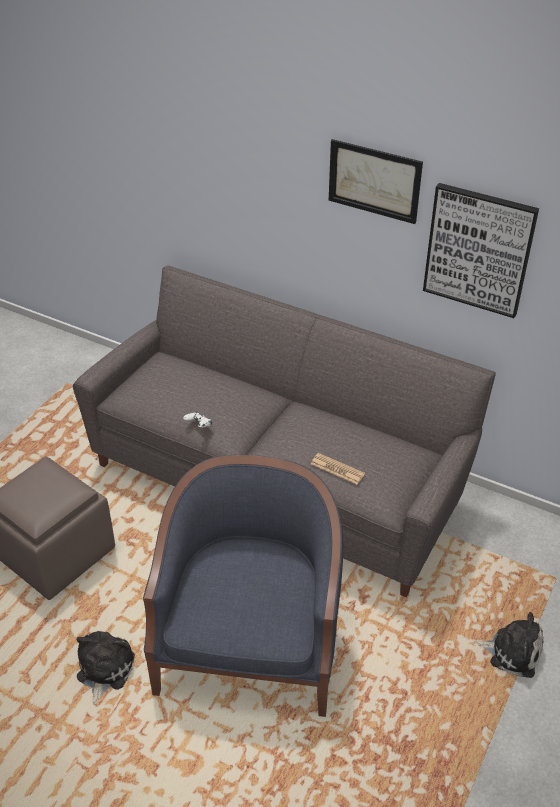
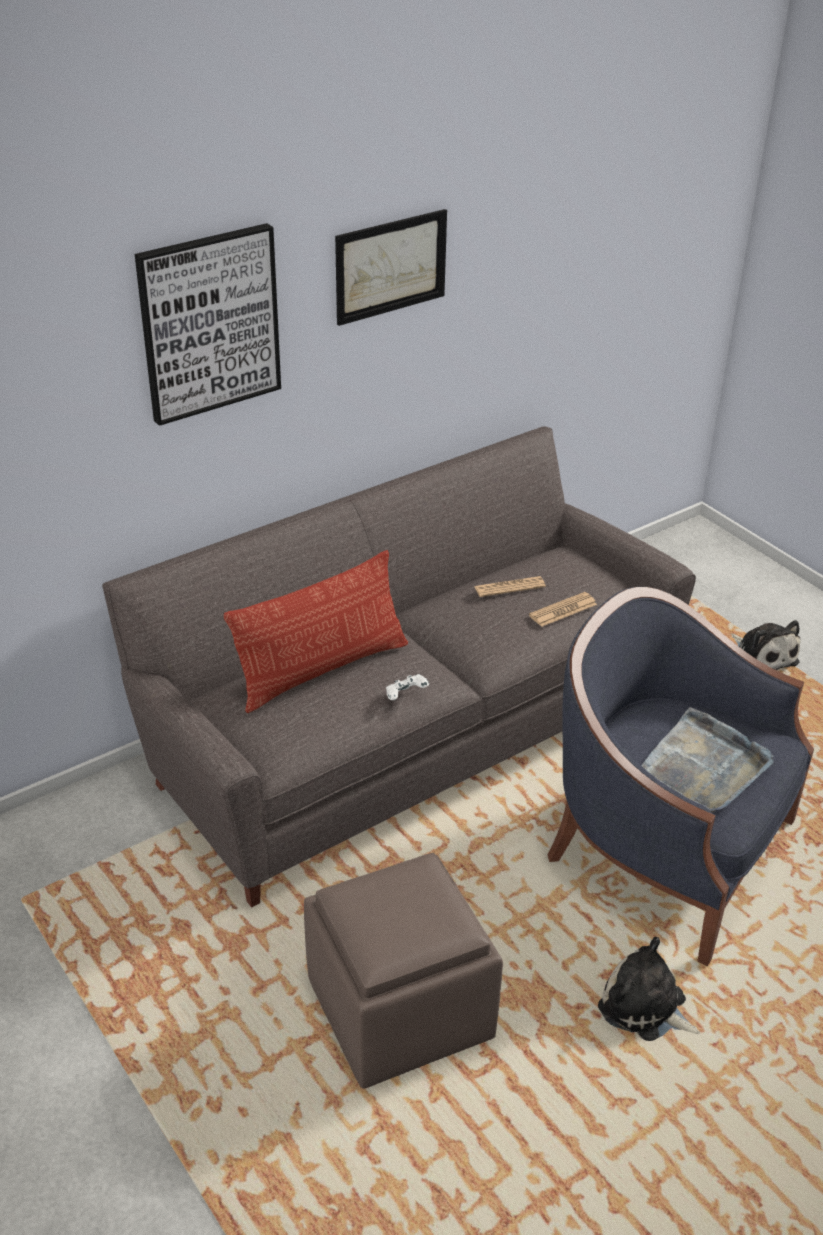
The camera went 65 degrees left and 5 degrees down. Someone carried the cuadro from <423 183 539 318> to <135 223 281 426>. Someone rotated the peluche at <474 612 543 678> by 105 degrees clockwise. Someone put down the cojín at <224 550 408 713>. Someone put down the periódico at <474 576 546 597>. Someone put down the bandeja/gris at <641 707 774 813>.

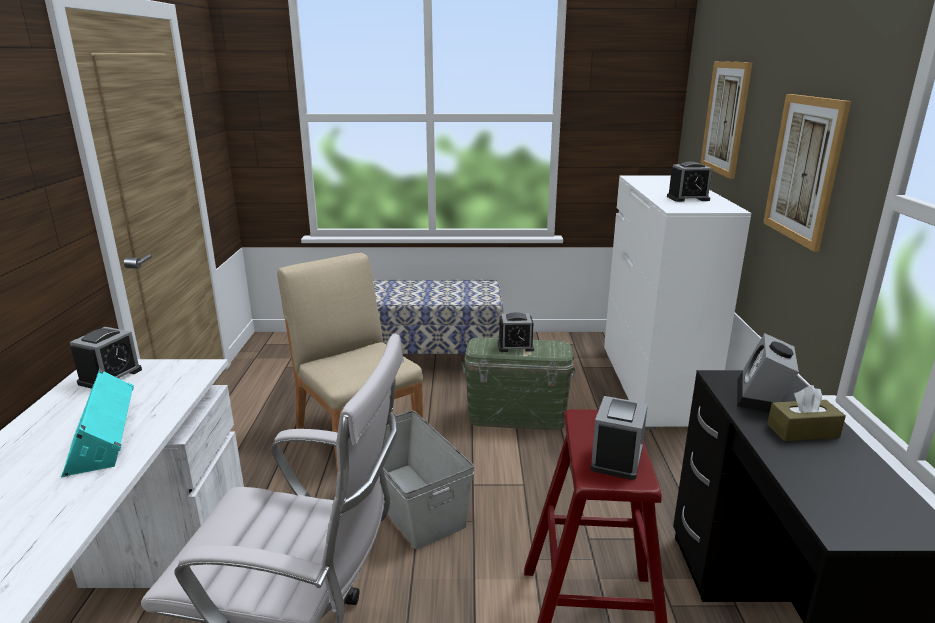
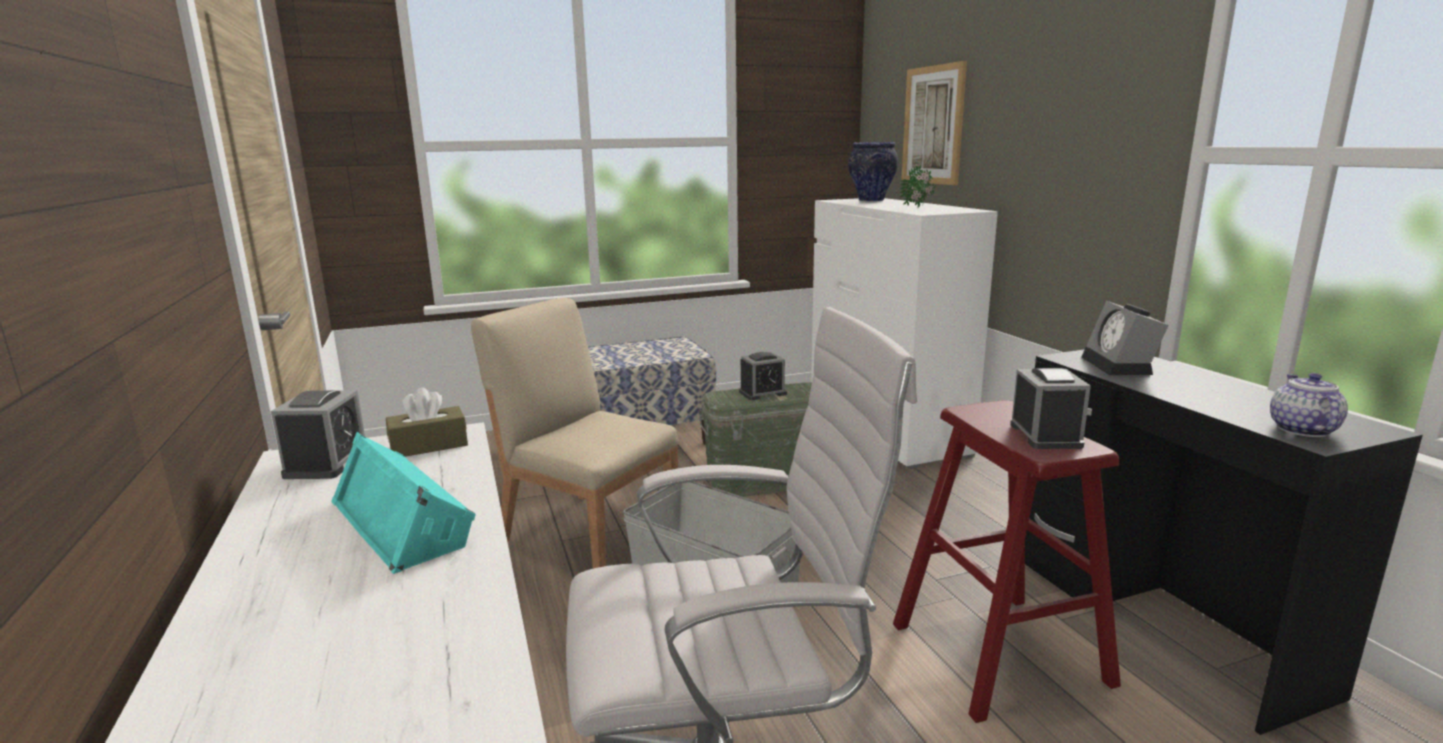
The camera went 20 degrees left and 5 degrees down. Someone swapped the despertador at <667 162 712 202> for the planta en maceta at <900 165 936 208>. Someone took away the cuadro at <763 94 851 252>. Someone carried the caja de pañuelos/marrón from <767 385 846 441> to <386 387 468 457>. Someone put down the florero at <848 142 898 202>. Someone put down the tetera at <1270 373 1348 437>.

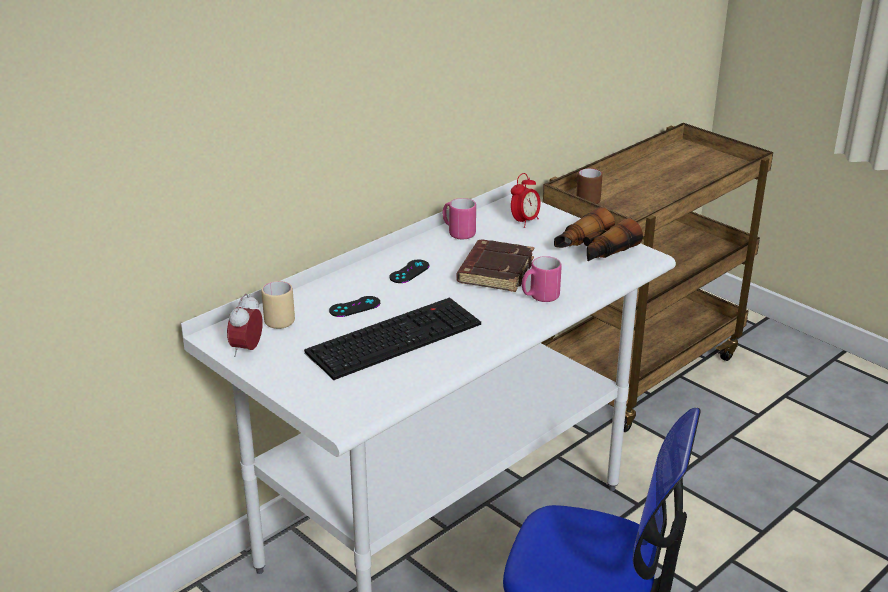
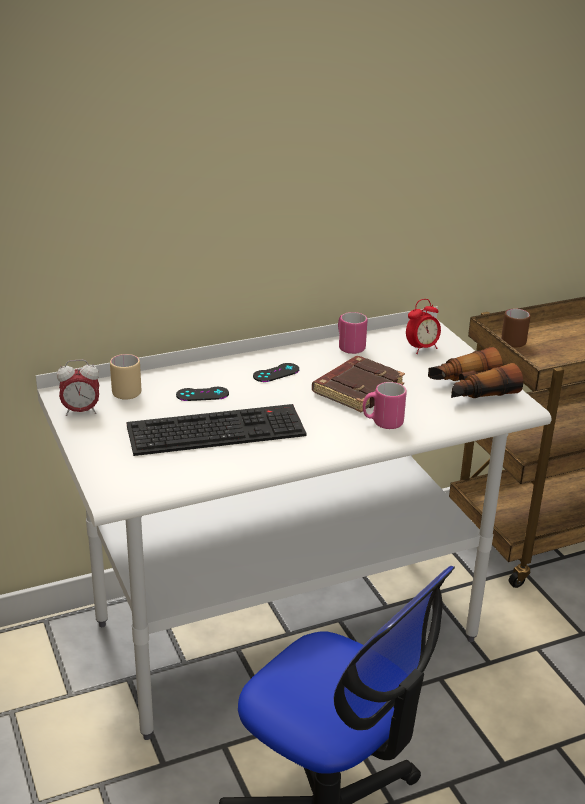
The camera went 20 degrees right and 0 degrees up. Someone rotated the despertador at <227 293 263 357> by 135 degrees counterclockwise.

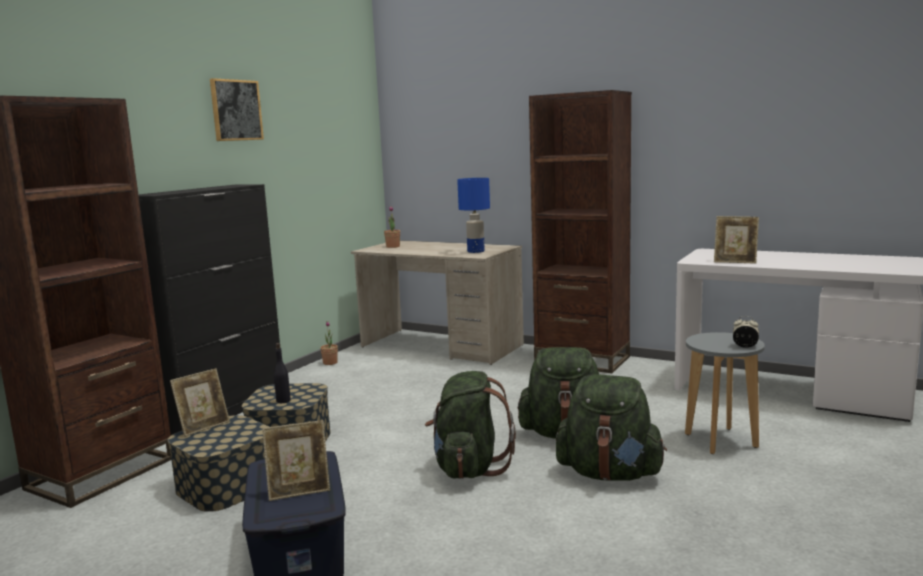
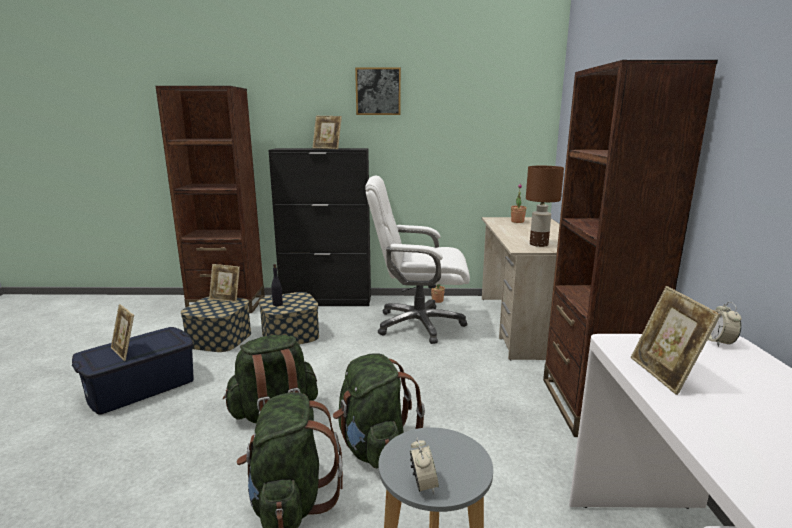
The camera went 60 degrees right and 5 degrees up. Someone repainted the lámpara de mesa/azul at <457 178 490 253>, which became the lámpara de mesa/marrón at <526 166 564 247>. Someone put down the portarretratos at <313 116 342 149>. Someone put down the silla de oficina/blanco at <365 175 470 344>. Someone put down the despertador at <708 302 741 347>.

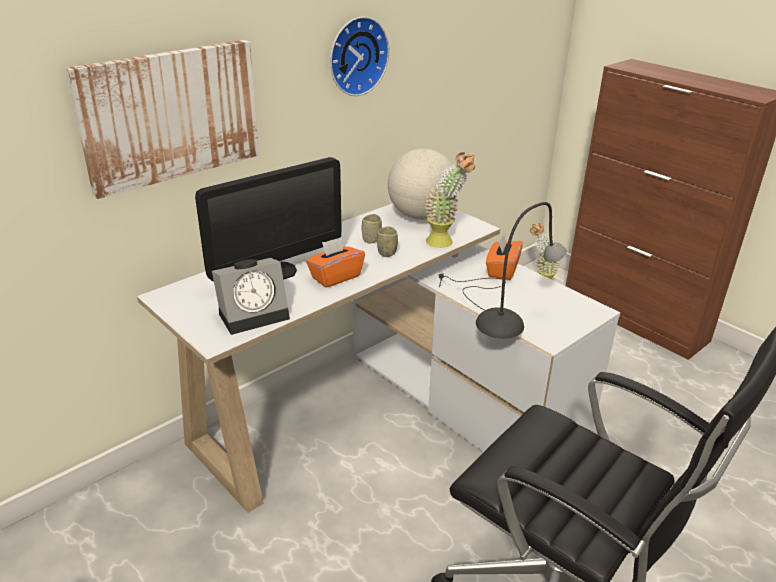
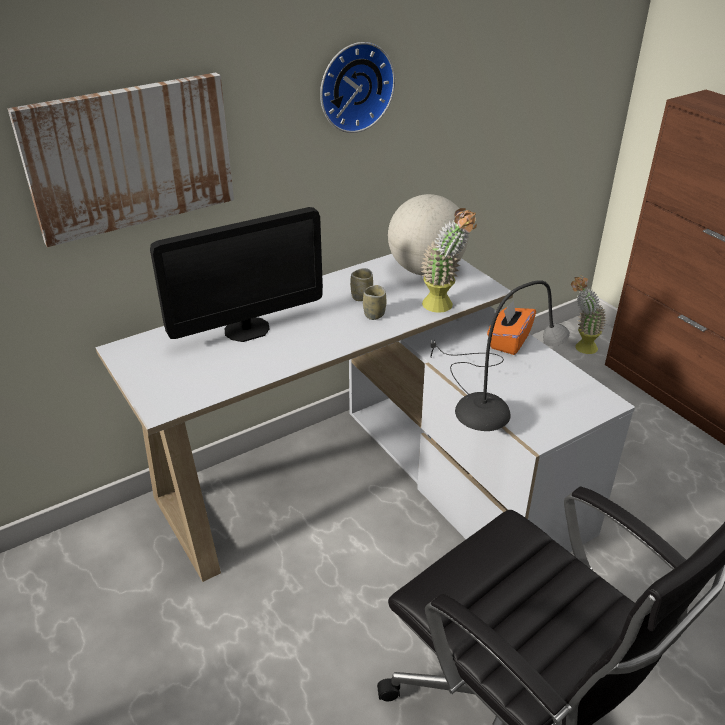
The camera went 10 degrees right and 5 degrees up. Someone took away the despertador at <212 258 290 335>. Someone took away the caja de pañuelos/naranja at <306 237 365 288>.

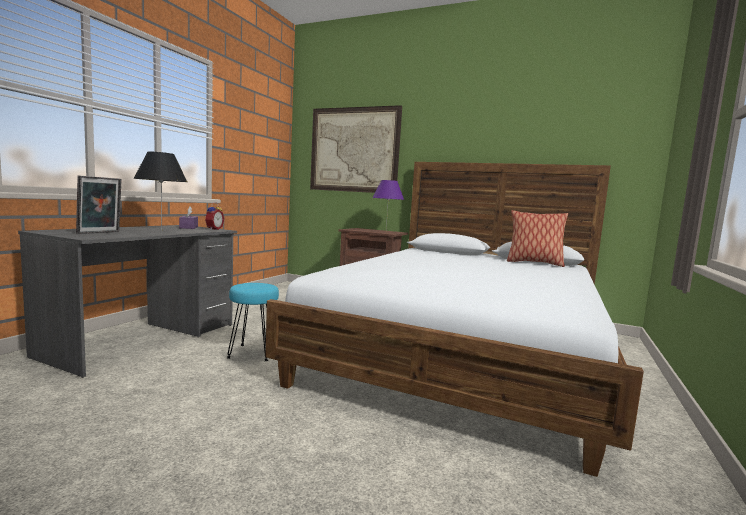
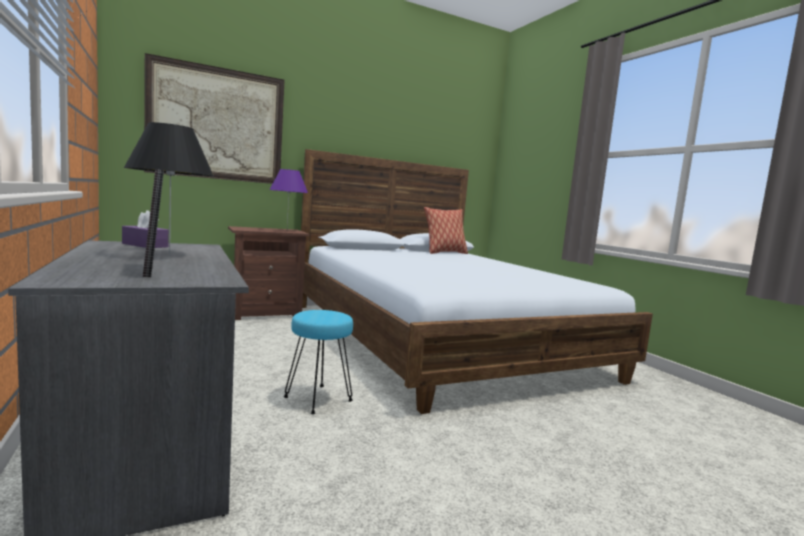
The camera went 50 degrees left and 0 degrees up. Someone took away the despertador at <205 202 224 230>.

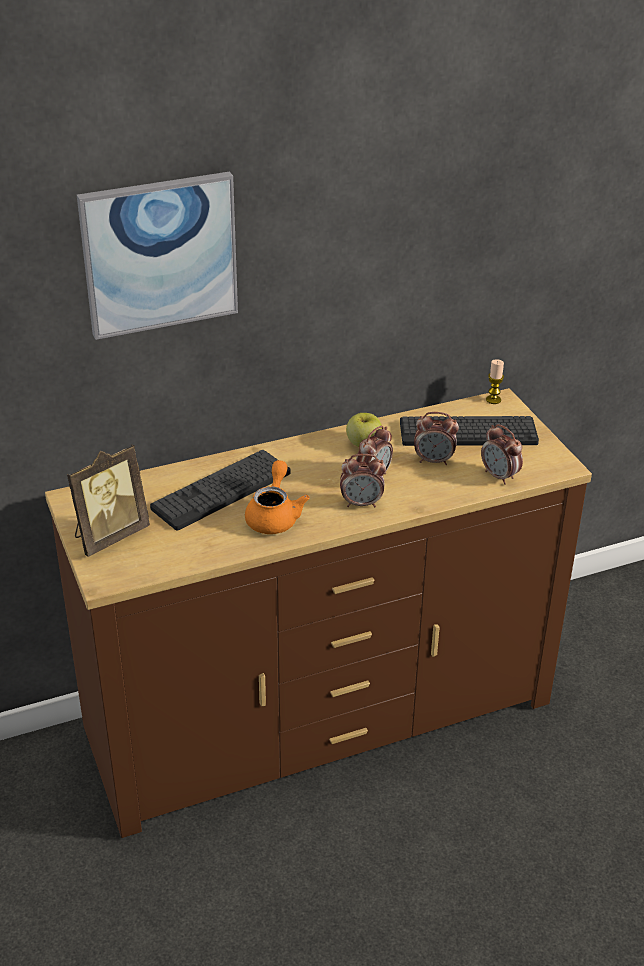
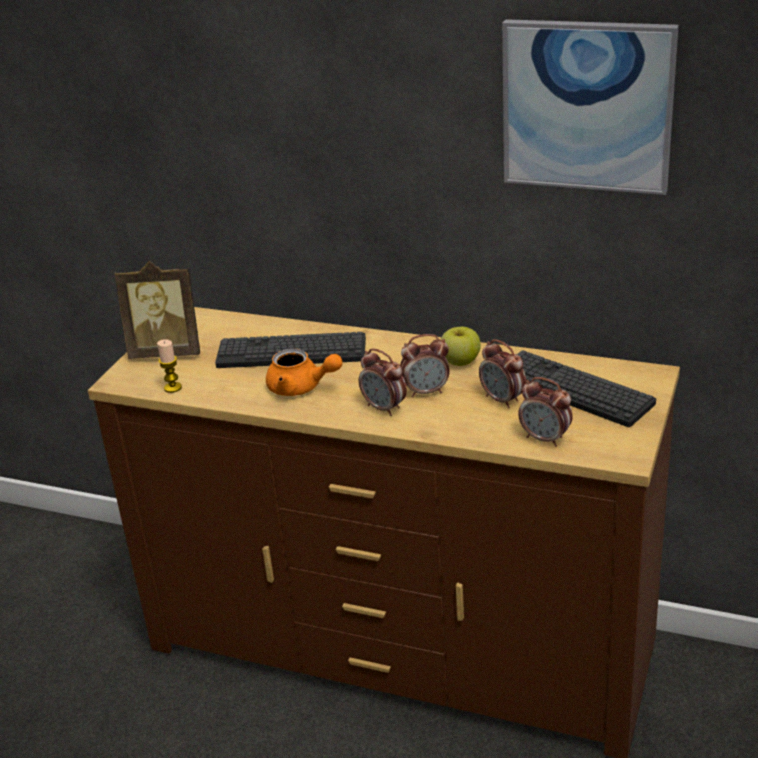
The camera went 45 degrees right and 5 degrees down. Someone carried the cuadro from <77 172 238 340> to <502 19 679 195>. Someone rotated the tetera/naranja at <245 460 310 534> by 60 degrees clockwise. Someone rotated the despertador at <481 424 523 485> by 60 degrees counterclockwise. Someone carried the vela from <486 359 504 404> to <157 339 182 393>.

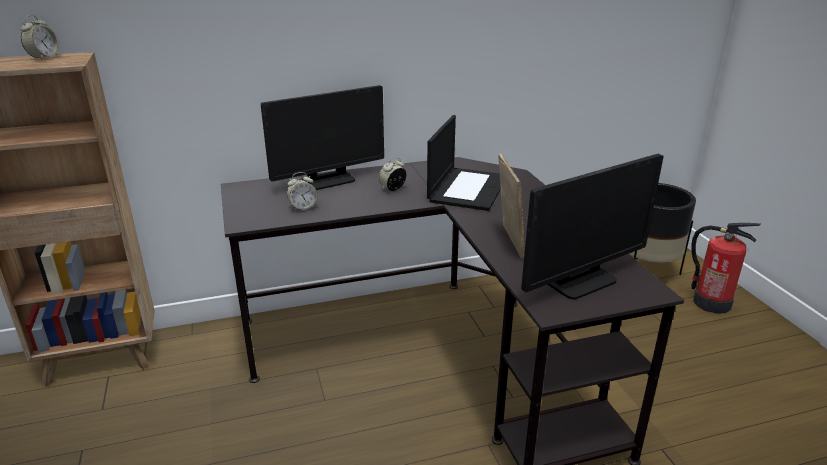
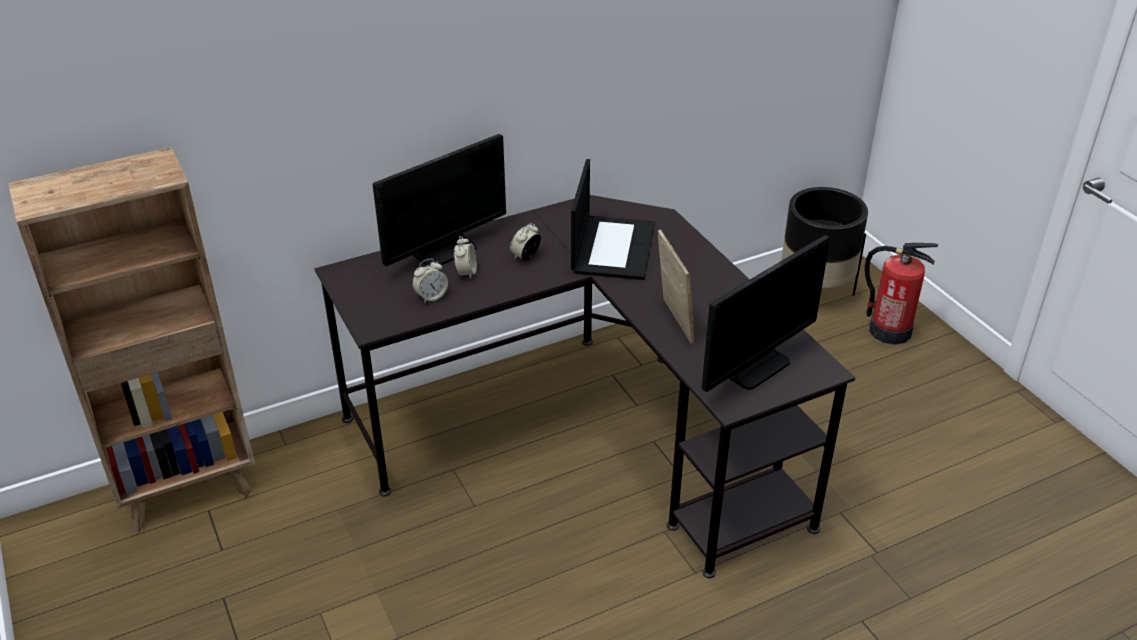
The camera went 10 degrees left and 10 degrees up. Someone carried the despertador from <21 15 59 60> to <454 236 477 279>.

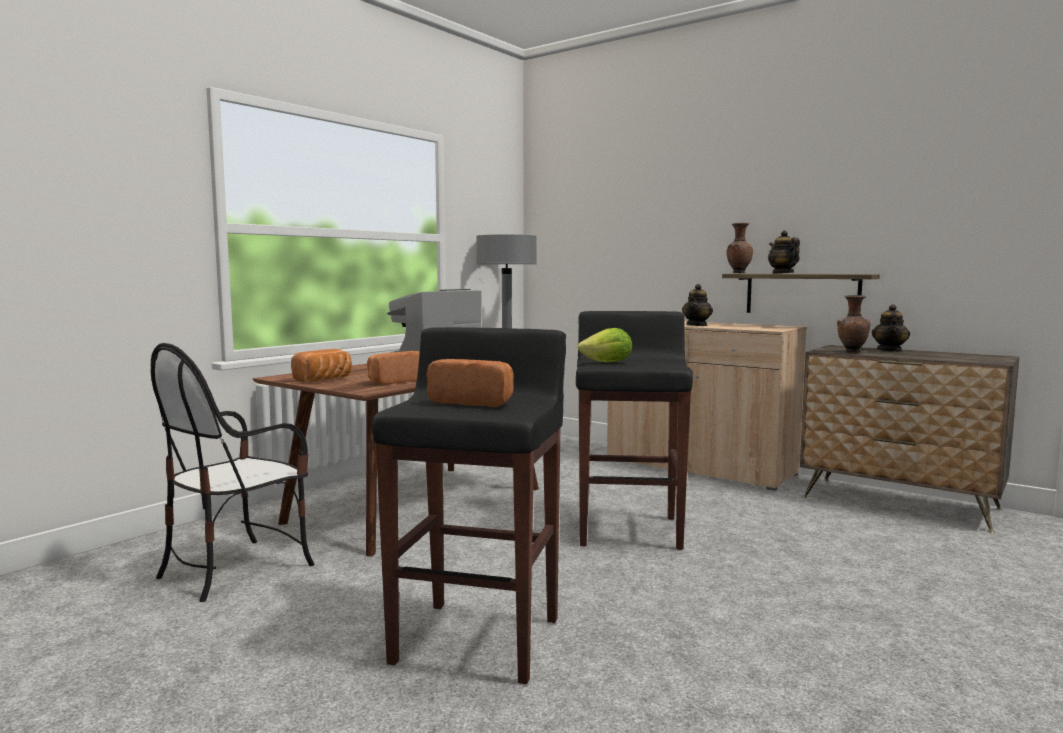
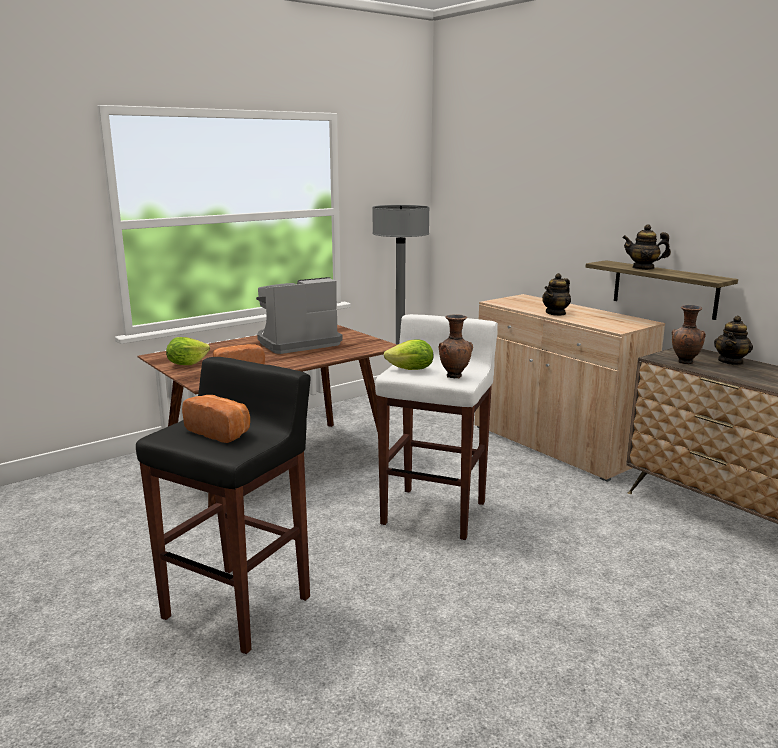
The camera went 15 degrees right and 10 degrees up. Someone took away the silla at <150 343 314 602>. Someone swapped the pan at <291 349 352 382> for the lechuga at <166 337 210 365>. Someone repainted the taburete/negro at <576 311 693 550>, which became the taburete/blanco at <375 314 498 540>. Someone carried the florero/marrón from <726 223 753 274> to <439 314 473 379>. Someone rotated the tetera at <768 231 800 274> by 75 degrees counterclockwise.

